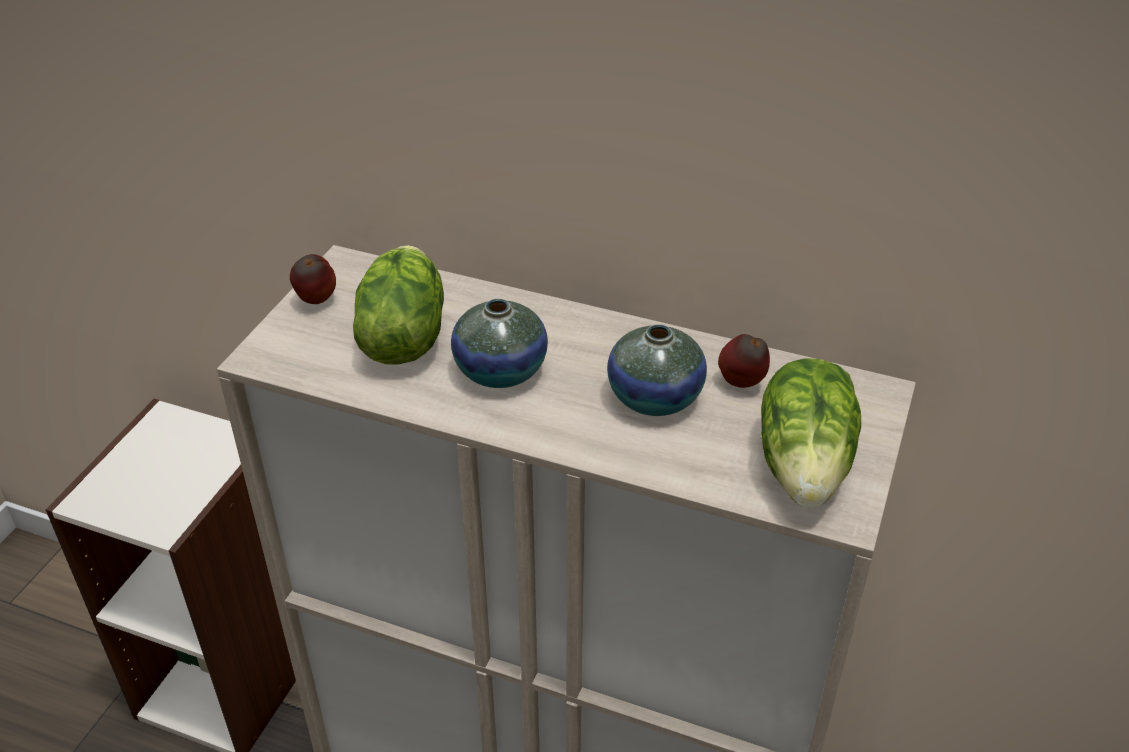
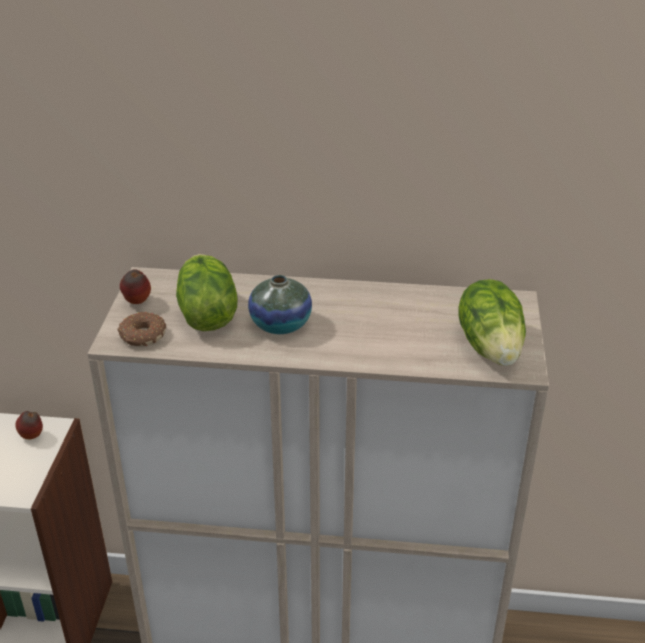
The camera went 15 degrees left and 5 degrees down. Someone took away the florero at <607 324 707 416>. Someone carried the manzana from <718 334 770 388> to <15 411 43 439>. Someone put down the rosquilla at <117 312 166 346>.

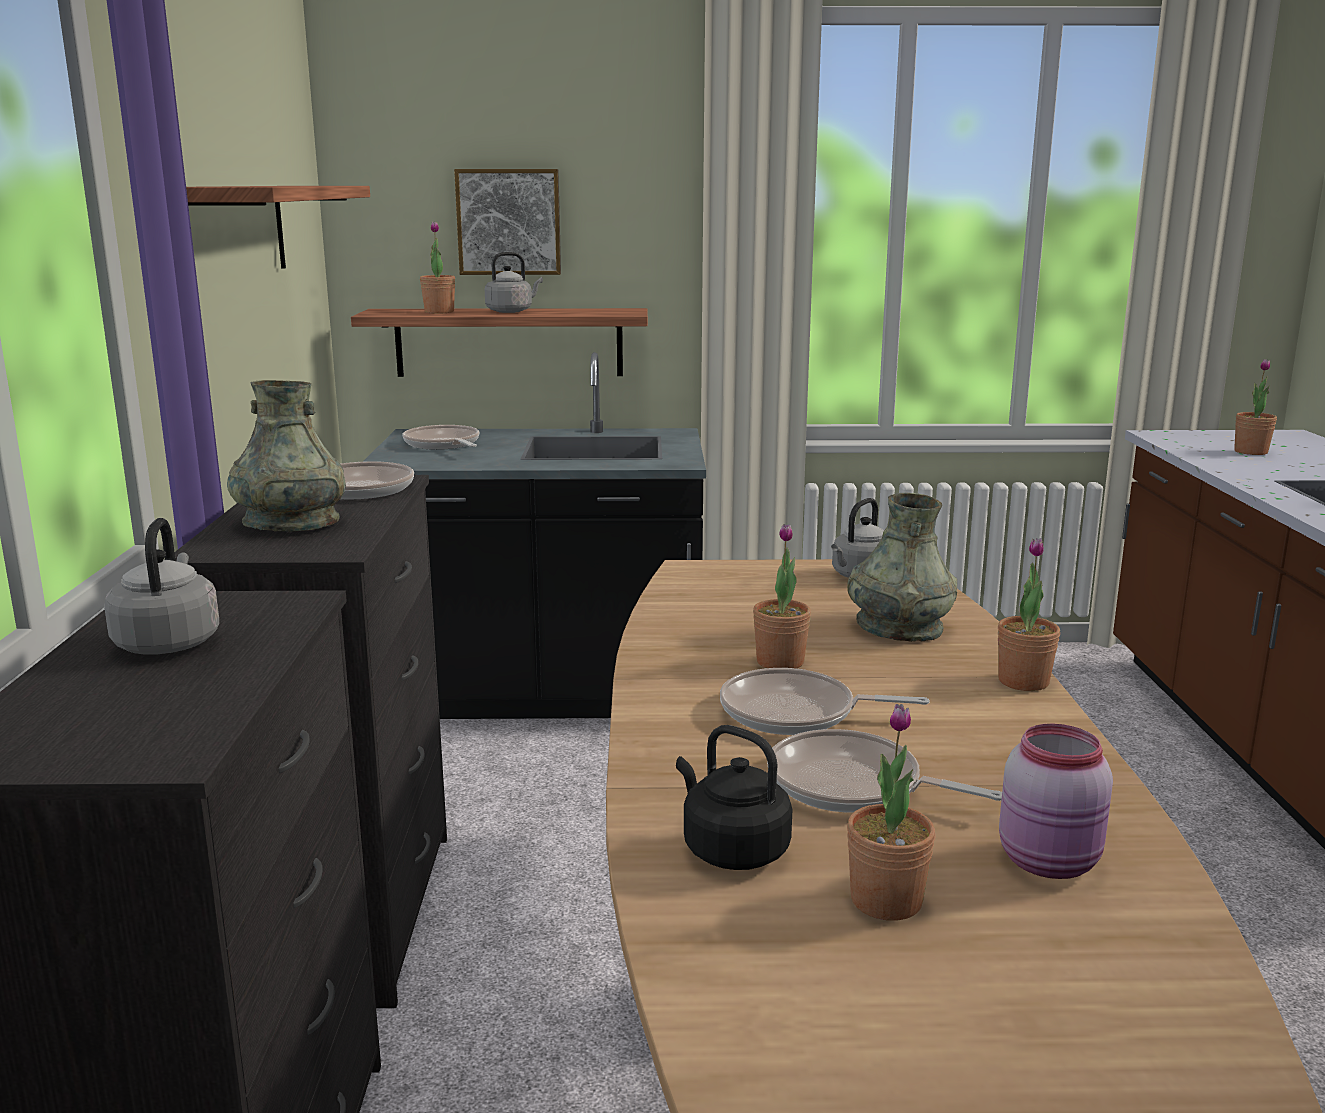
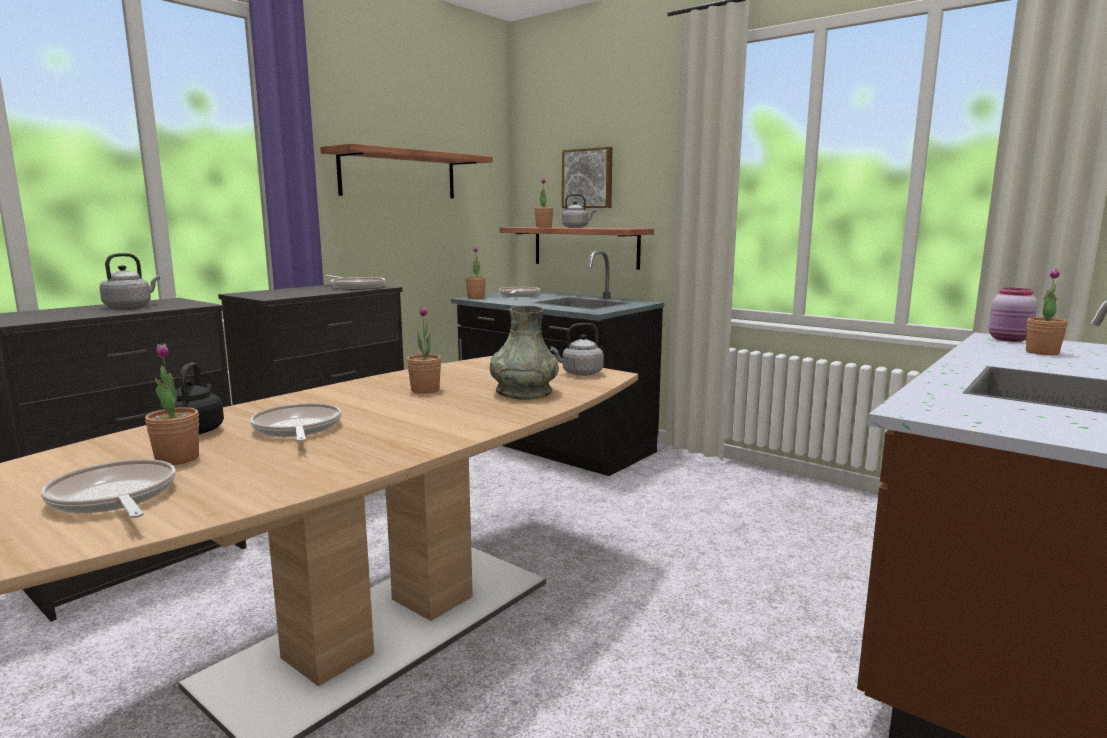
The camera went 40 degrees right and 5 degrees down. Someone took away the florero/gris at <227 380 346 532>. Someone carried the sartén from <720 668 930 735> to <41 459 176 518>. Someone carried the planta en maceta from <998 538 1060 691> to <466 246 486 299>. Someone carried the tarro/rosa from <999 724 1113 879> to <989 288 1038 342>.

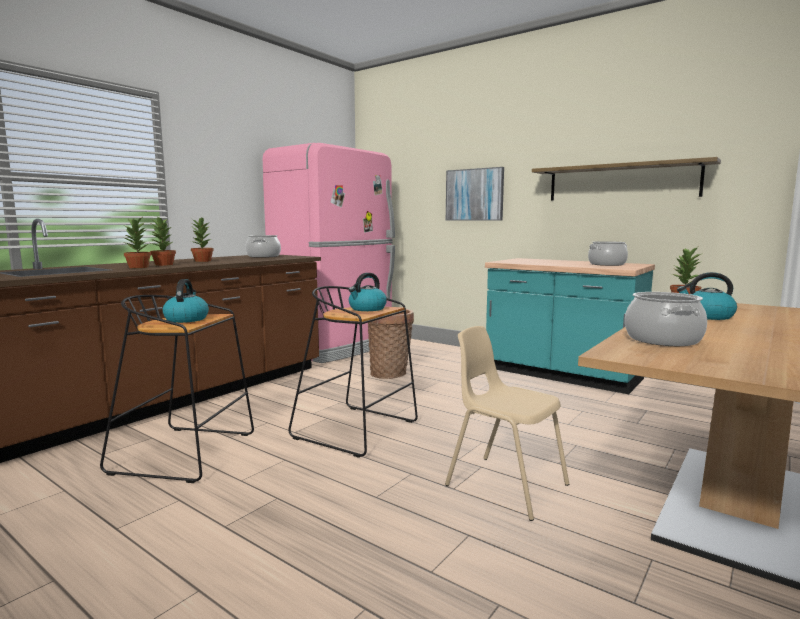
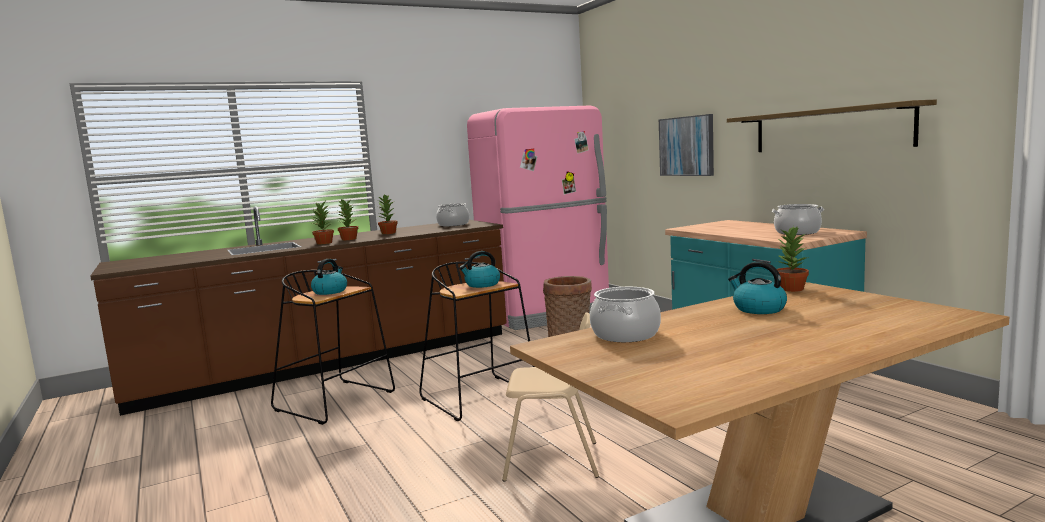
The camera went 25 degrees right and 0 degrees up. Someone rotated the silla/beis at <445 326 569 521> by 120 degrees clockwise.

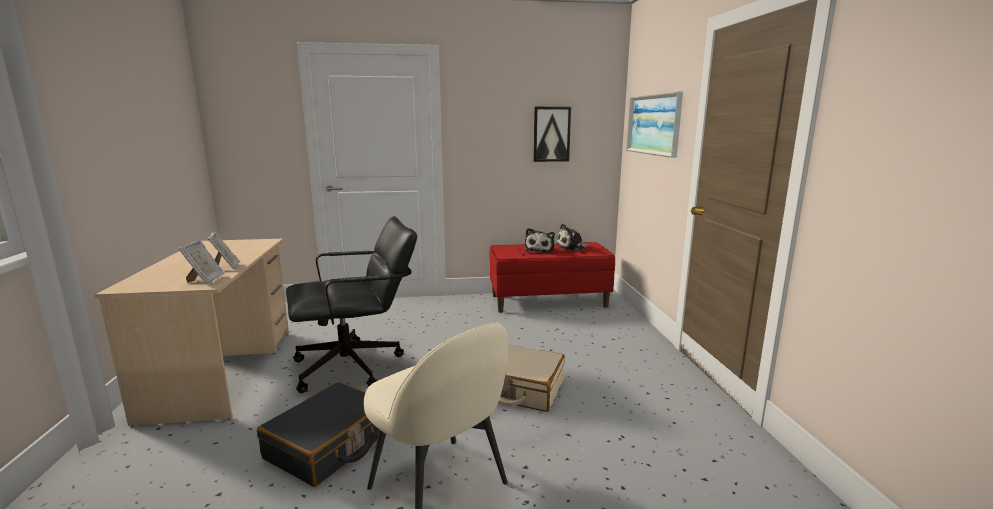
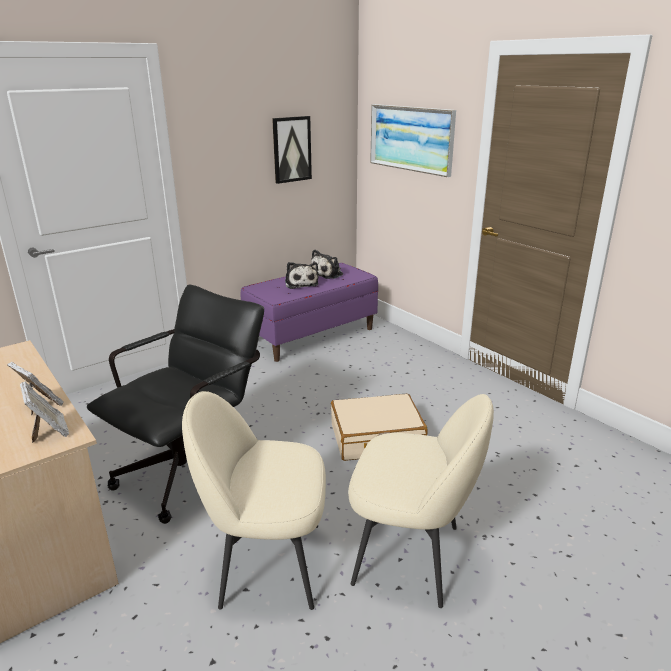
The camera went 30 degrees left and 10 degrees up. Someone swapped the maleta/negro at <257 382 379 487> for the silla/beis at <182 391 326 610>. Someone repainted the banco/rojo at <489 242 615 313>, which became the banco/morado at <241 263 378 362>.

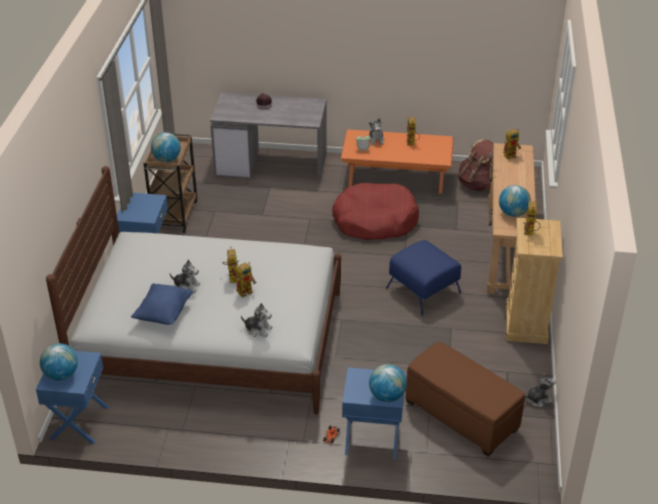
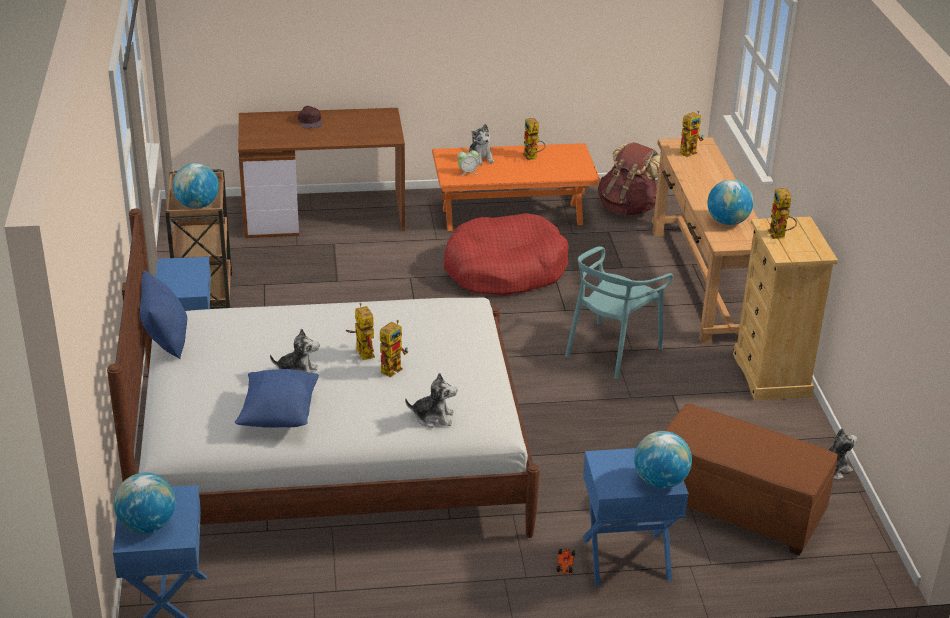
The camera went 15 degrees left and 5 degrees down. Someone repainted the escritorio/gris at <210 92 327 184>, which became the escritorio/marrón at <238 108 405 238>. Someone swapped the puf/azul at <386 240 461 316> for the silla/turquesa at <565 246 674 379>. Someone put down the cojín/azul at <140 270 187 359>.

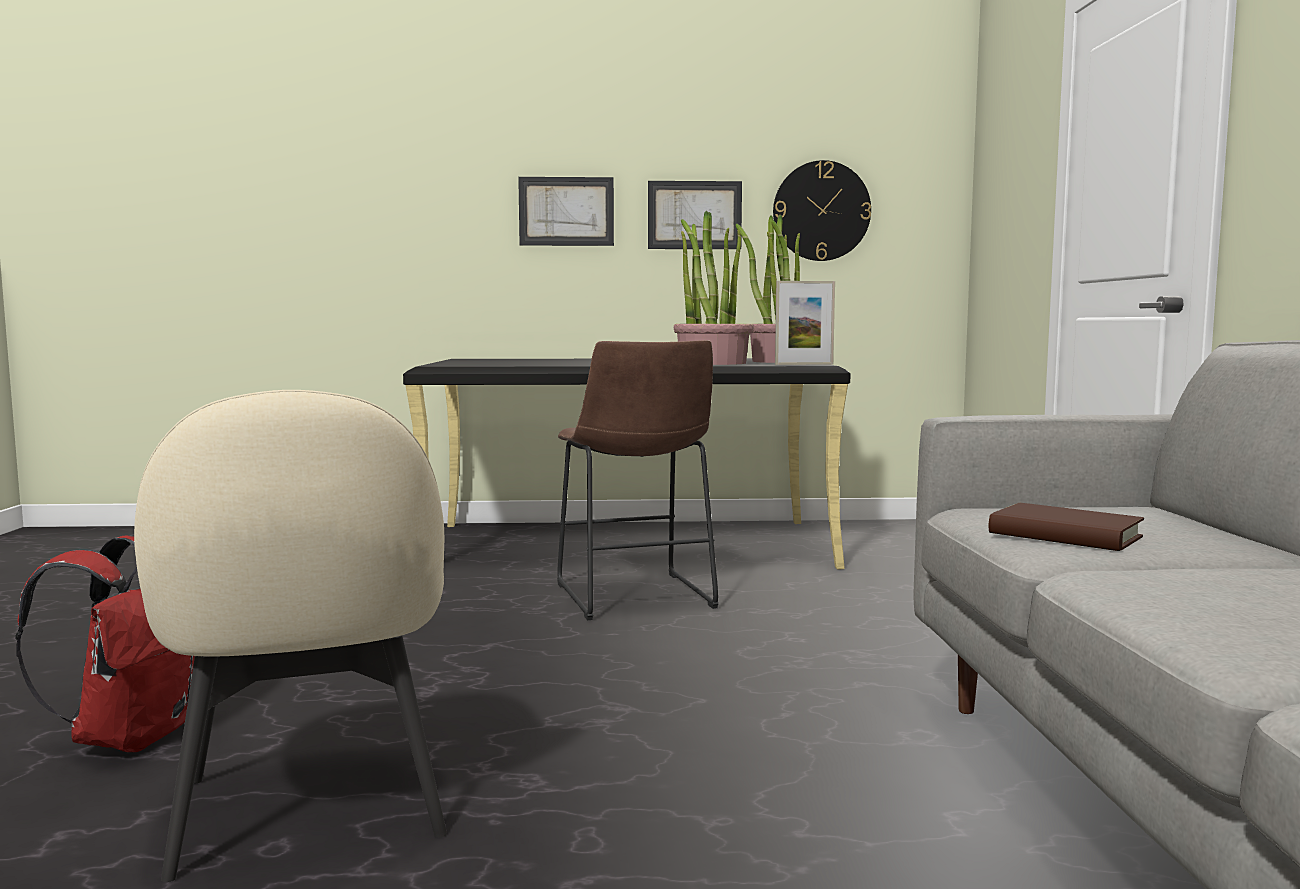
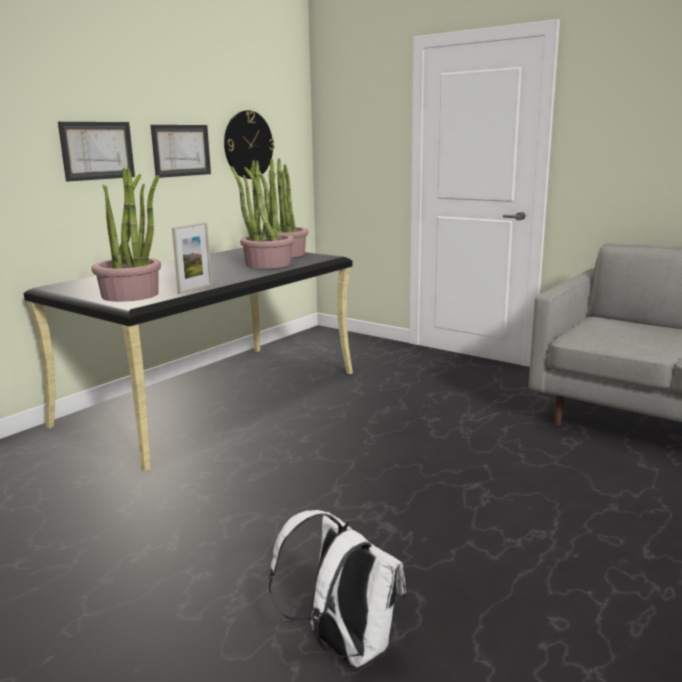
The camera went 50 degrees left and 10 degrees up. Someone repainted the mochila/rojo at <15 535 195 752>, which became the mochila/blanco at <269 510 406 668>. Someone took away the silla/beis at <134 390 447 882>. Someone took away the taburete/marrón at <557 340 718 620>. Someone carried the portarretratos from <775 281 835 365> to <172 222 212 294>. Someone took away the libro/marrón at <989 503 1144 551>. Someone put down the planta en maceta at <91 168 161 302>.

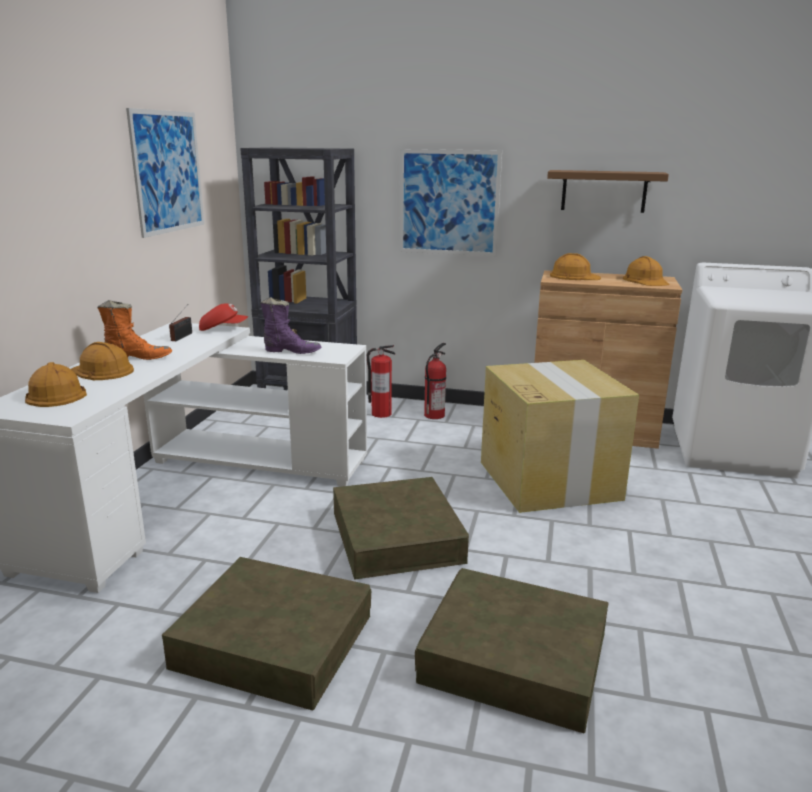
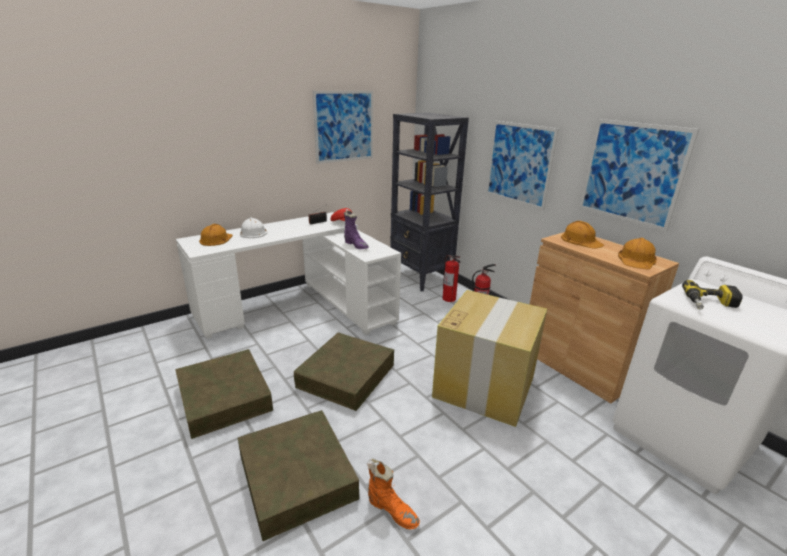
The camera went 40 degrees right and 5 degrees up. Someone repainted the casco/naranja at <71 342 134 380>, which became the casco/blanco at <240 217 267 238>. Someone carried the bota/naranja from <97 300 172 360> to <367 459 420 529>. Someone swapped the estante/marrón at <547 170 669 213> for the cuadro at <579 119 699 232>. Someone put down the taladro at <682 280 743 310>.

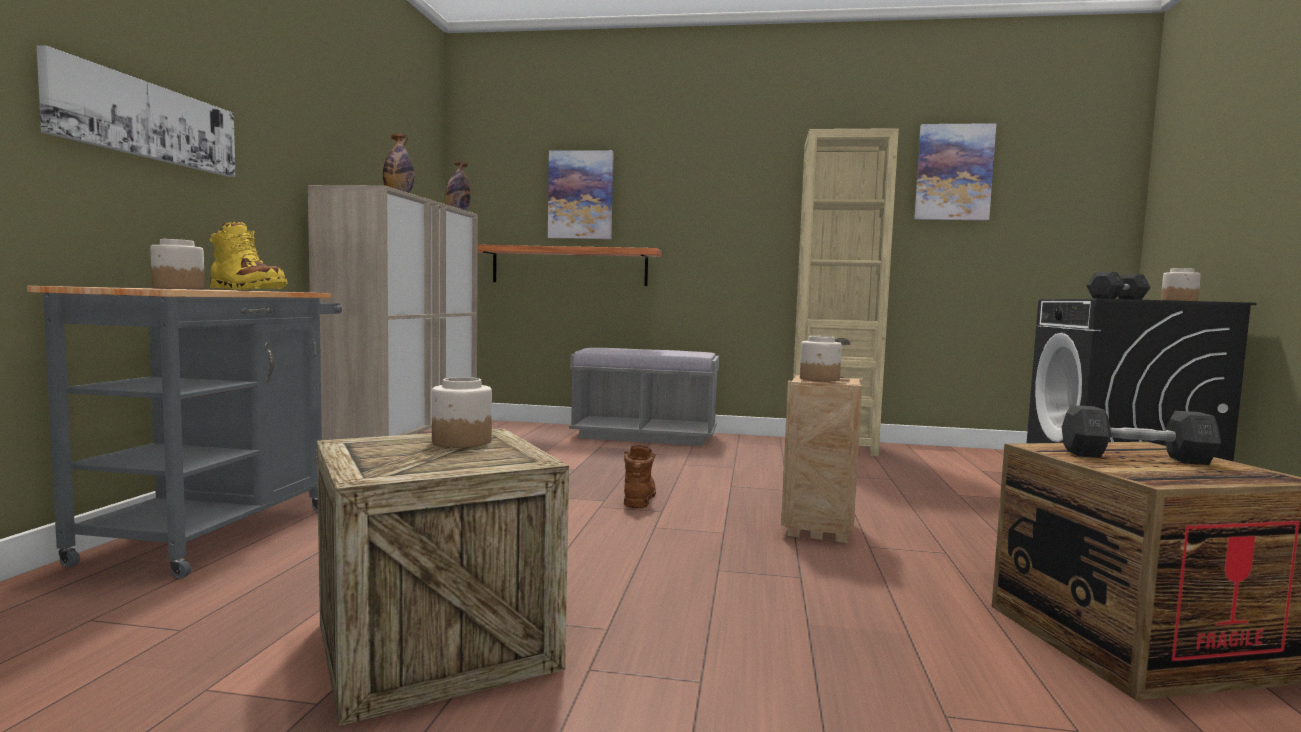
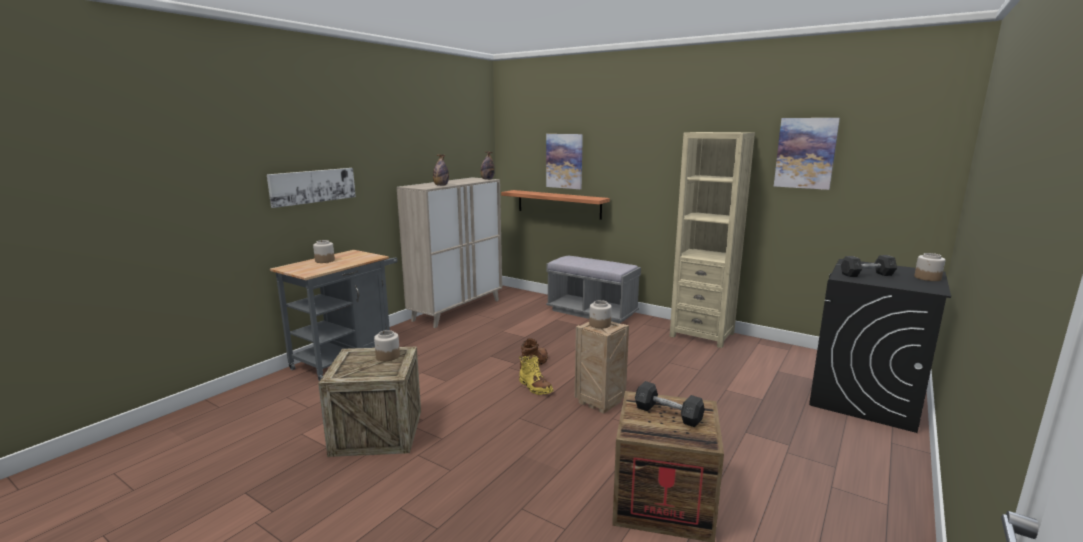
The camera went 25 degrees right and 10 degrees up. Someone carried the bota/amarillo from <210 222 288 290> to <519 355 553 395>.

